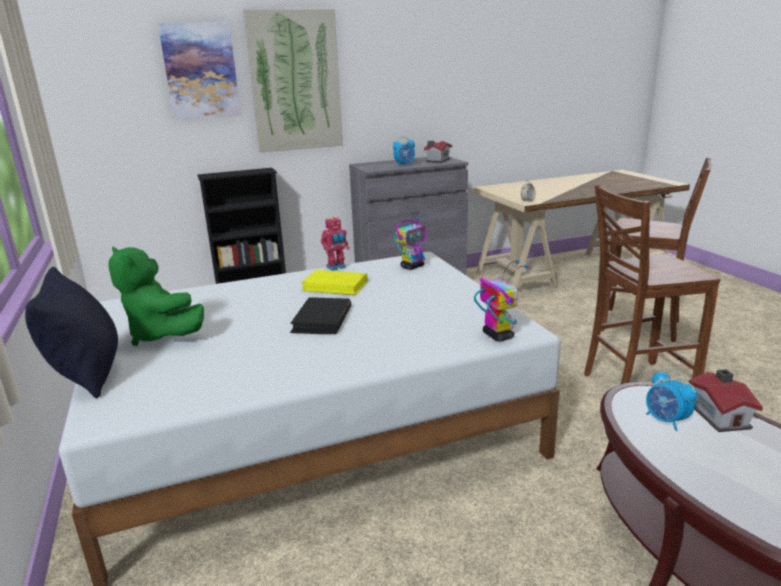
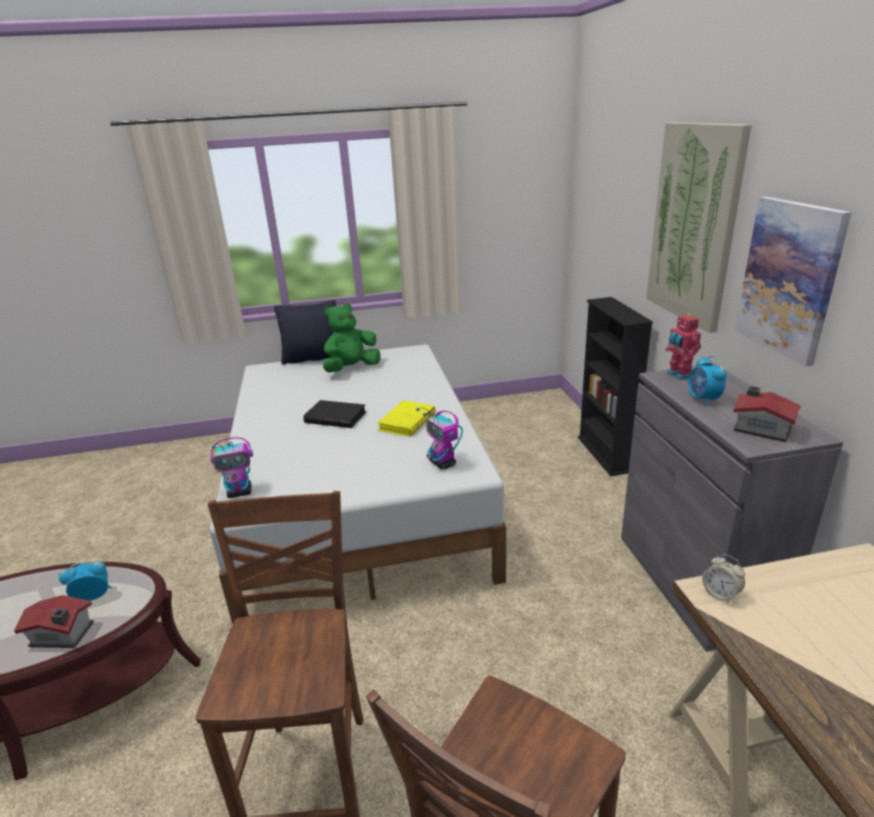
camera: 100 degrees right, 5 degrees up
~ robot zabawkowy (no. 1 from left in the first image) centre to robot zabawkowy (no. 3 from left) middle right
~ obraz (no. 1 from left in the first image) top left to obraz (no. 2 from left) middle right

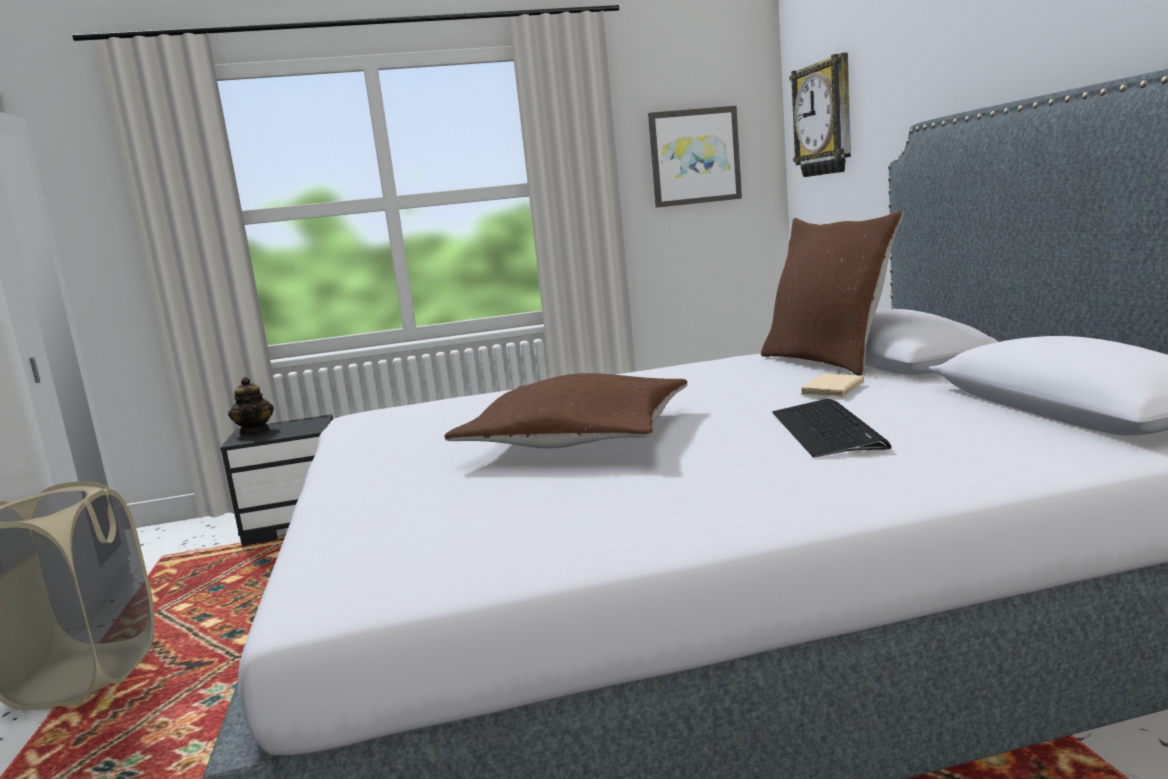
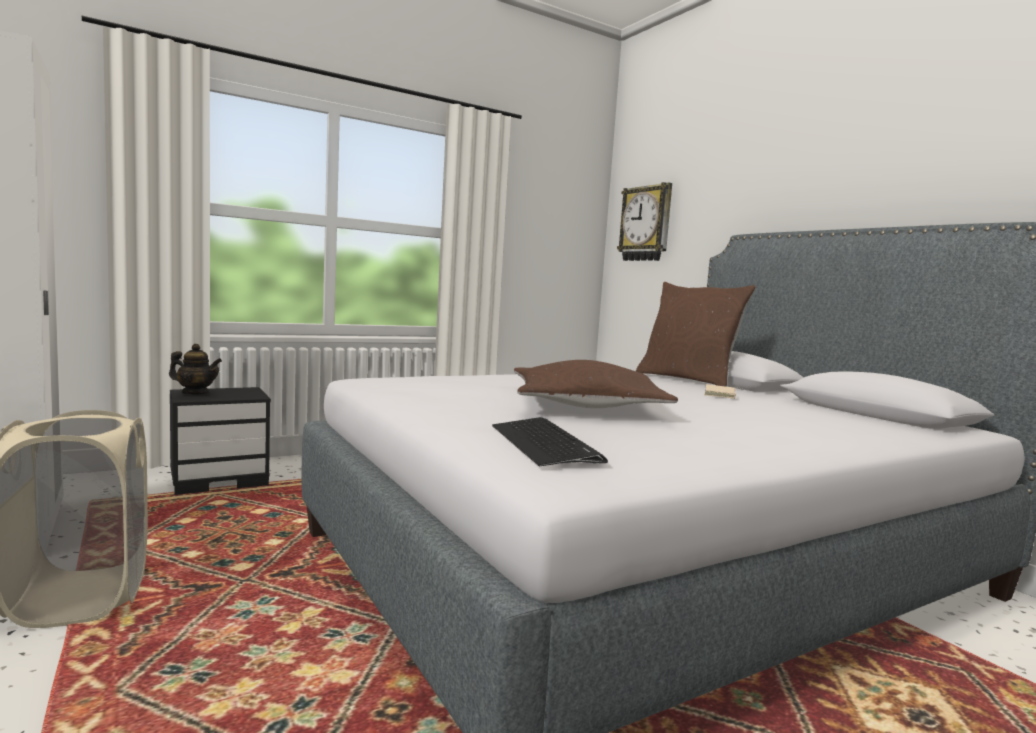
camera: 20 degrees left, 5 degrees down
~ imbryk middle left = middle left 45 degrees counterclockwise
~ klawiatura middle right to centre
- obraz top centre

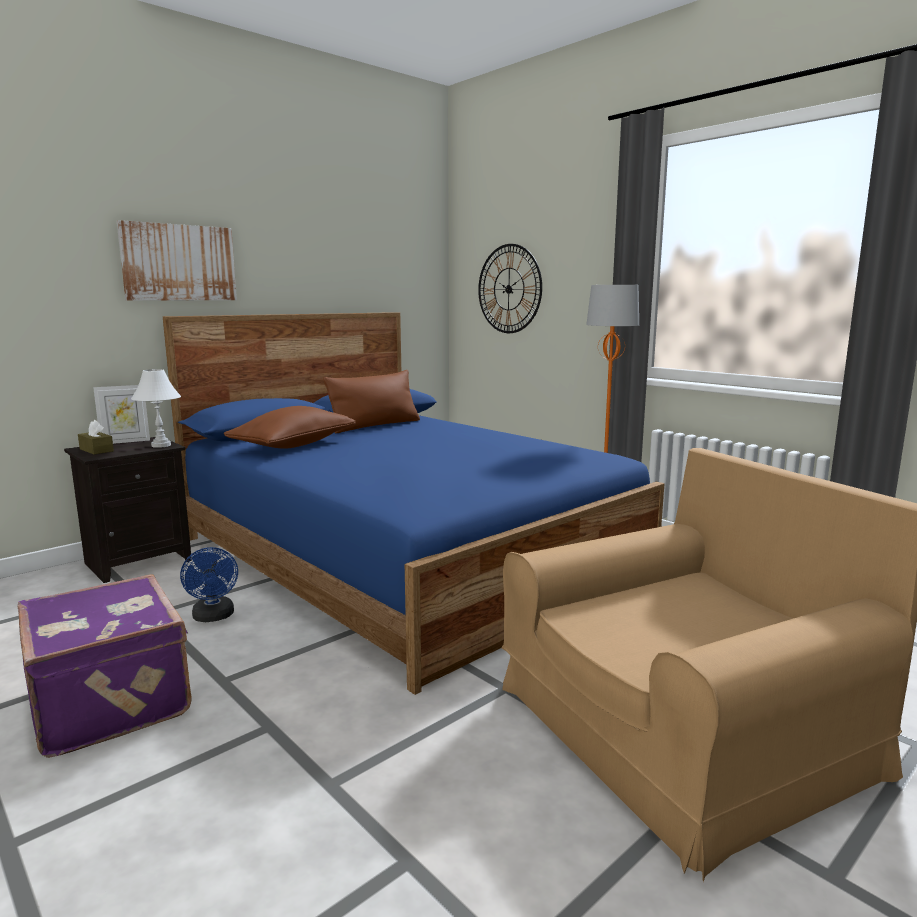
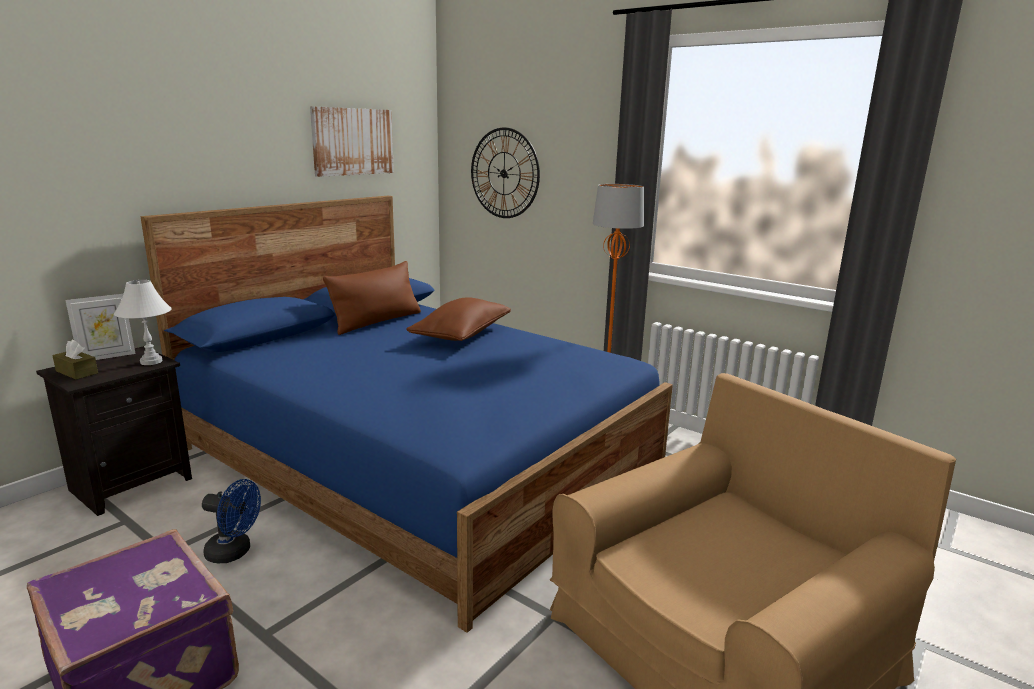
camera: 10 degrees left, 5 degrees up
~ wentylator/niebieski middle left = bottom left 45 degrees counterclockwise
~ obraz top left to top centre
~ poduszka/brązowy (no. 1 from left in the first image) middle left to poduszka/brązowy (no. 2 from left) centre

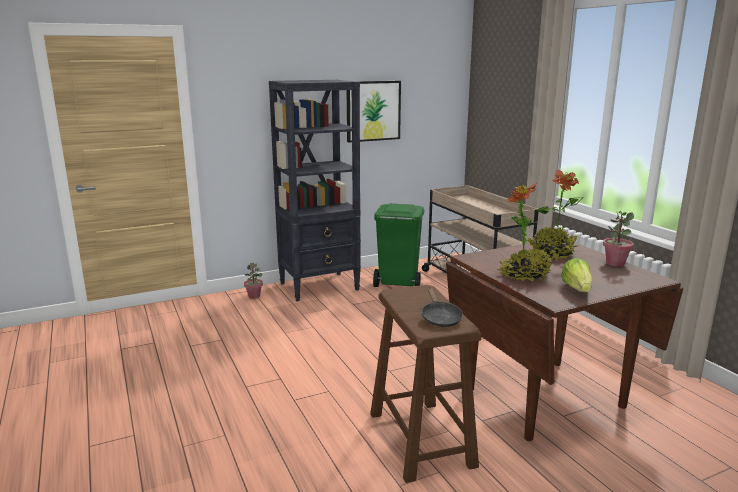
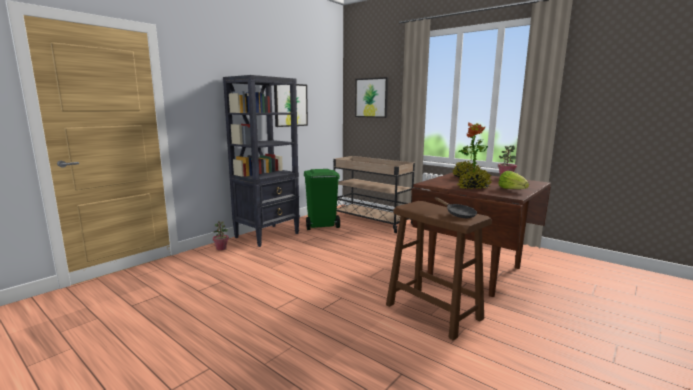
camera: 25 degrees left, 5 degrees down
+ obraz (no. 2 from left) top centre

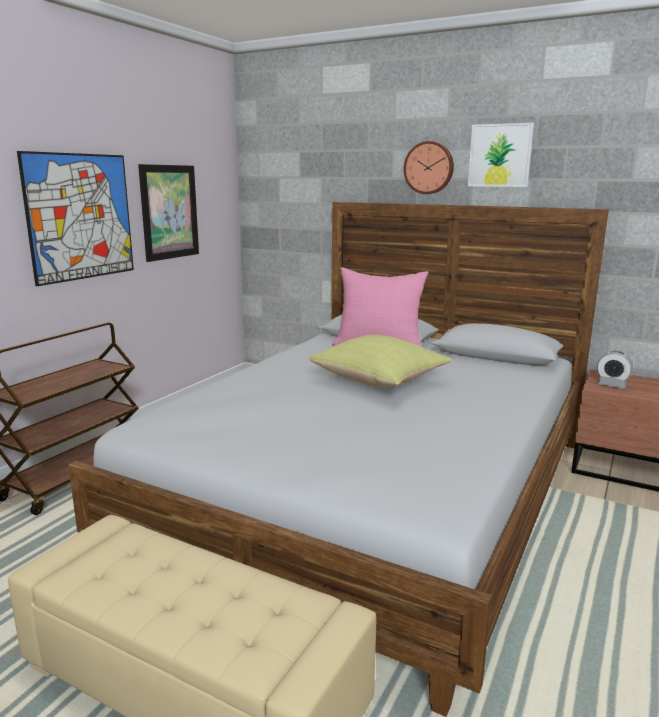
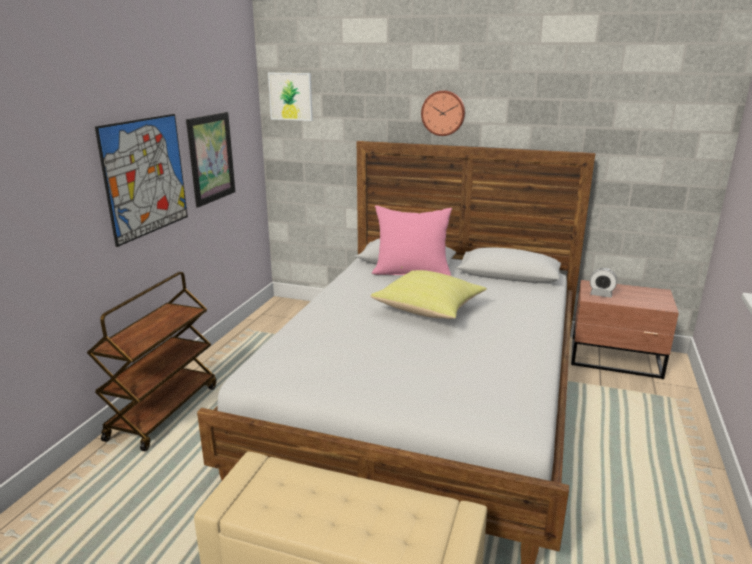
camera: 10 degrees left, 5 degrees up
~ obraz (no. 3 from left) top right to top centre

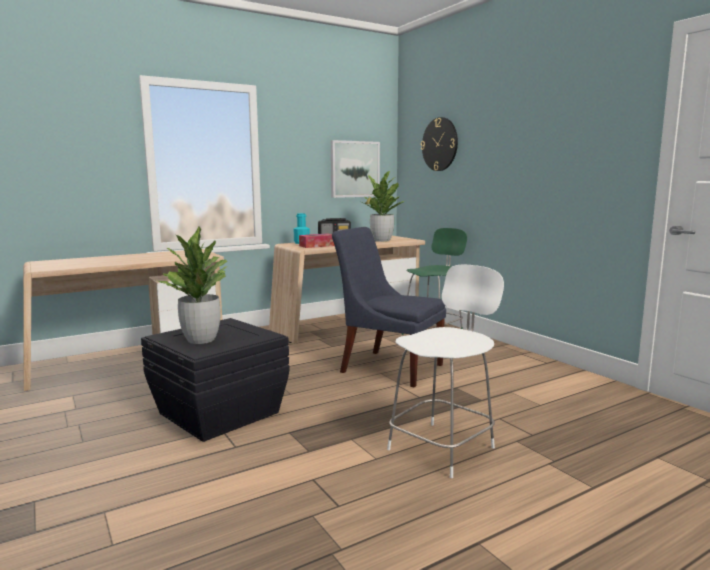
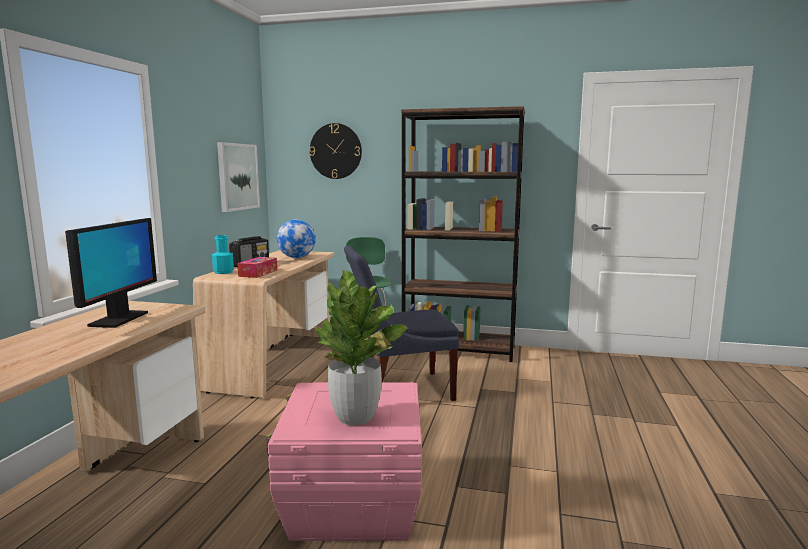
camera: 45 degrees left, 0 degrees up
+ monitor middle left
~ pojemnik do przechowywania/czarny bottom left to pojemnik do przechowywania/różowy bottom centre
~ roślina doniczkowa (no. 2 from left) centre to globus centre
+ regał/brązowy centre
- krzesło/biały centre

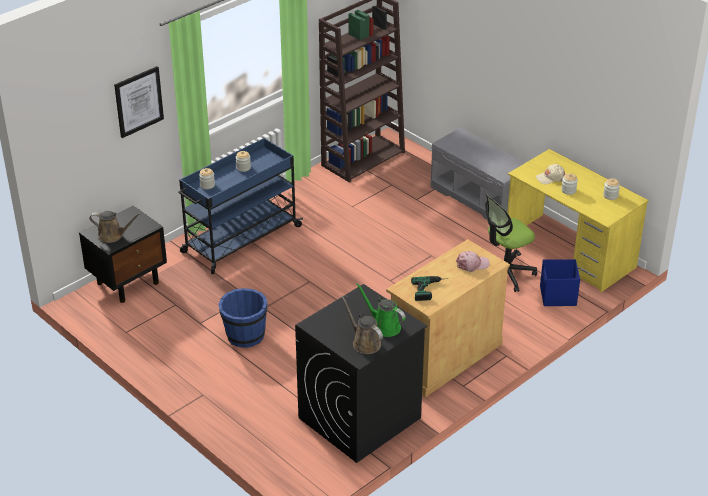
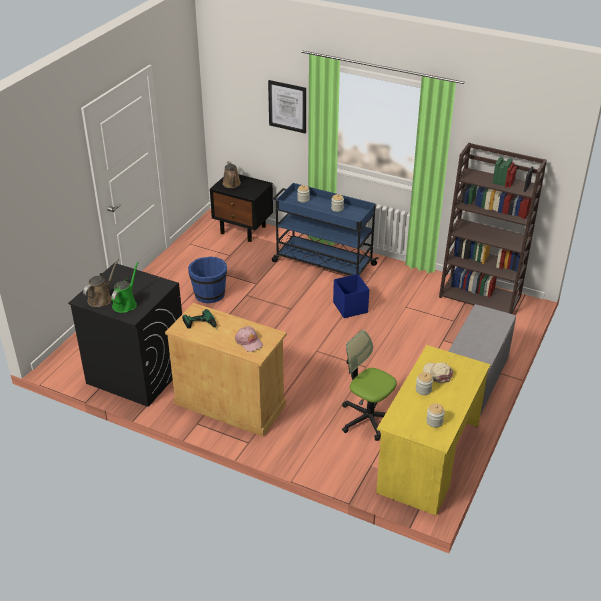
camera: 70 degrees right, 0 degrees up
~ pojemnik do przechowywania/niebieski middle right to centre

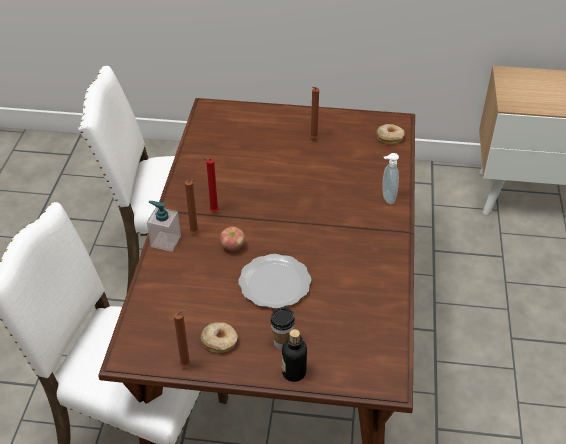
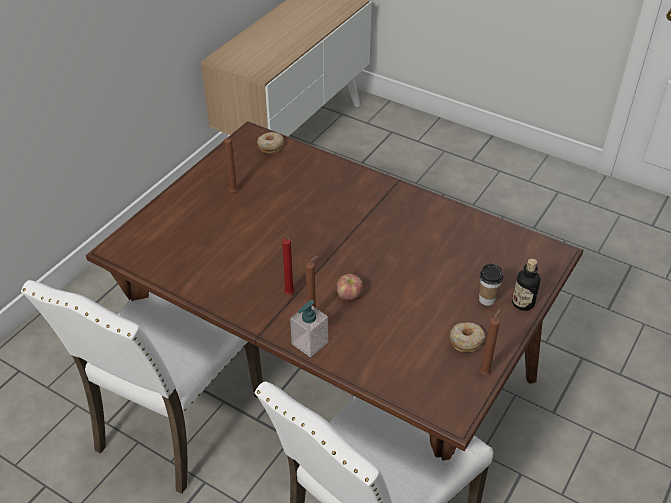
camera: 65 degrees left, 0 degrees up
- talerz centre
- dozownik mydła (no. 2 from left) middle right

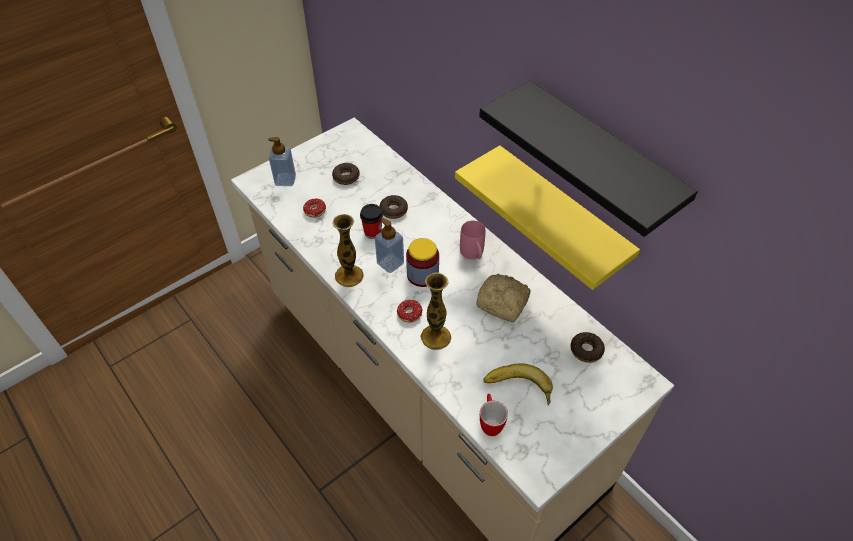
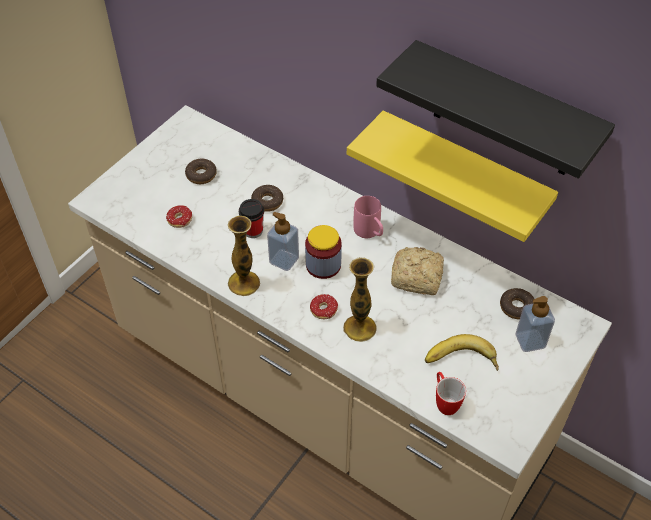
camera: 15 degrees left, 0 degrees up
~ dozownik mydła (no. 1 from left in the first image) top left to dozownik mydła (no. 2 from left) middle right

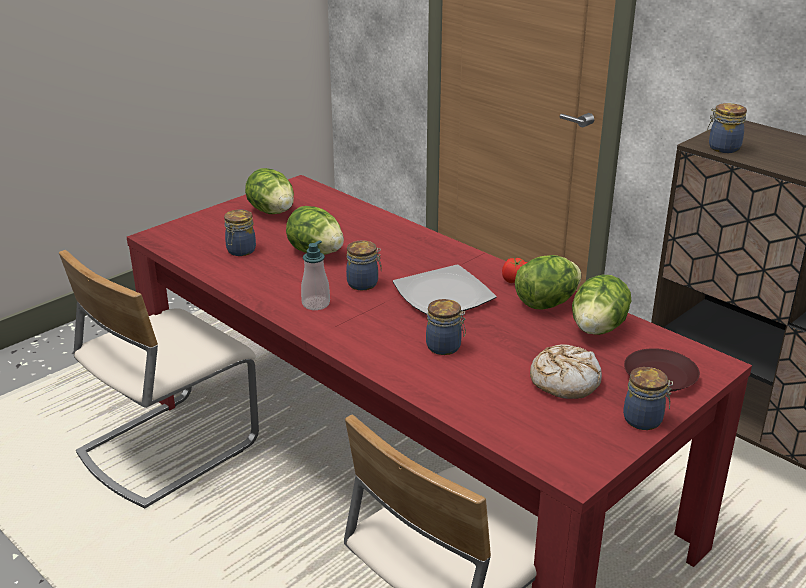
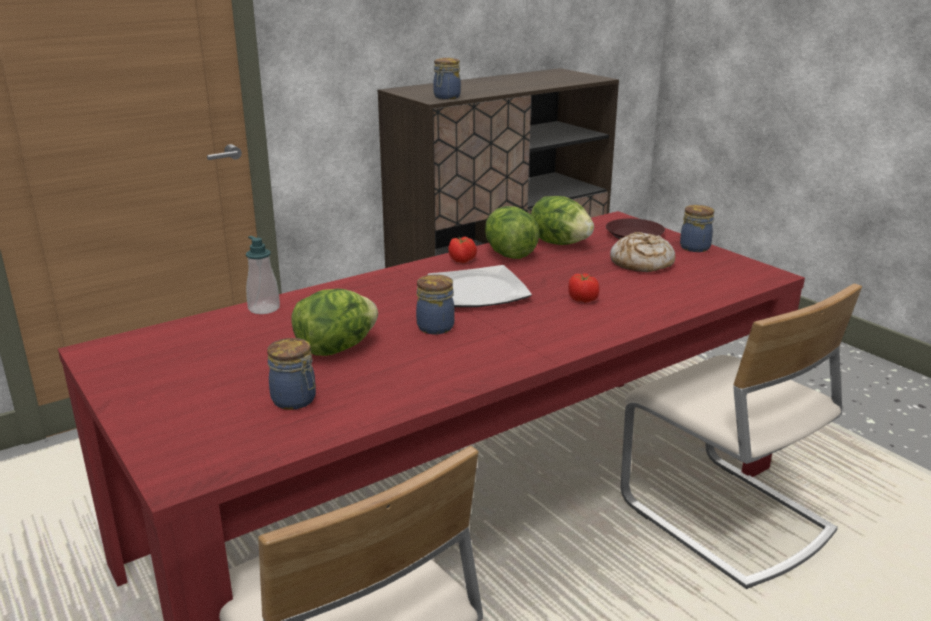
camera: 80 degrees left, 5 degrees down
~ dozownik mydła centre to middle left
~ słoik (no. 3 from left) centre to pomidor (no. 2 from left) centre
- sałata (no. 1 from left) top centre

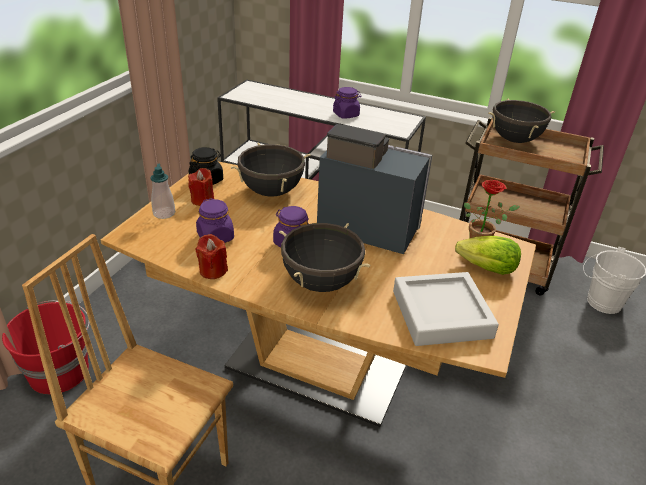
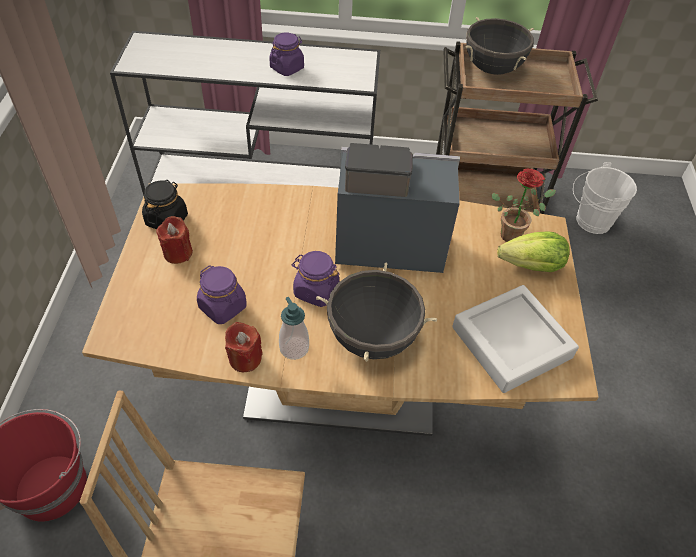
camera: 20 degrees left, 15 degrees up
~ dozownik mydła middle left to centre
- garnek/czarny (no. 1 from left) centre

